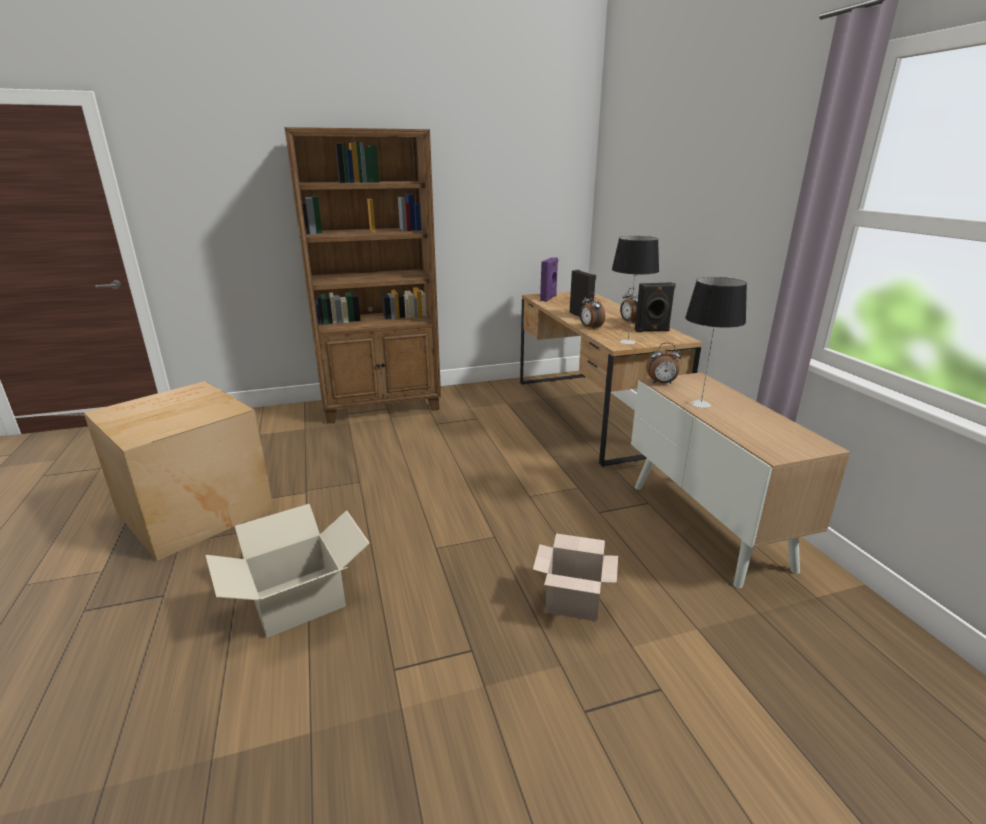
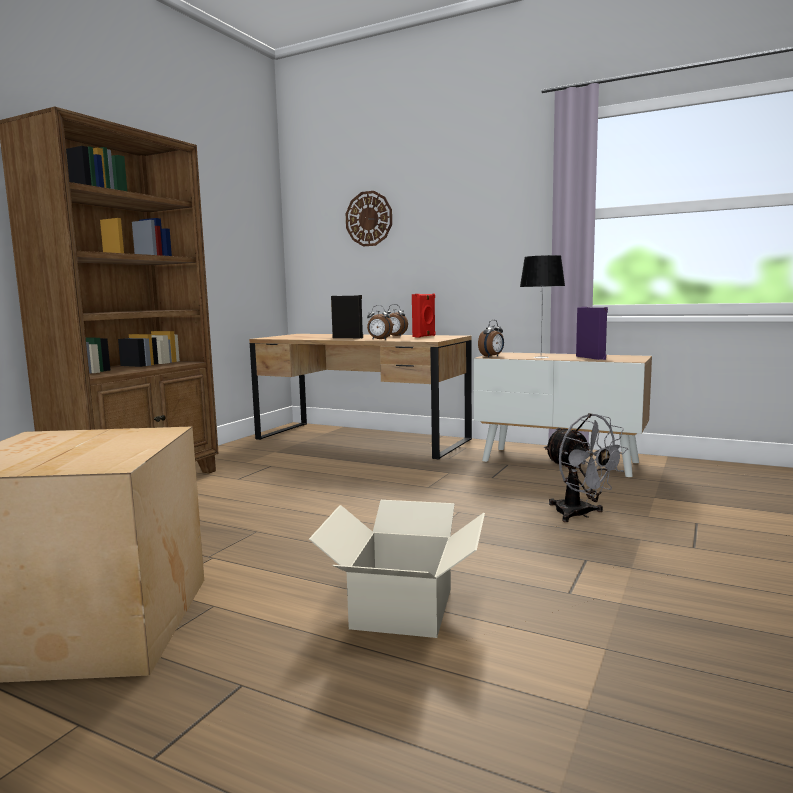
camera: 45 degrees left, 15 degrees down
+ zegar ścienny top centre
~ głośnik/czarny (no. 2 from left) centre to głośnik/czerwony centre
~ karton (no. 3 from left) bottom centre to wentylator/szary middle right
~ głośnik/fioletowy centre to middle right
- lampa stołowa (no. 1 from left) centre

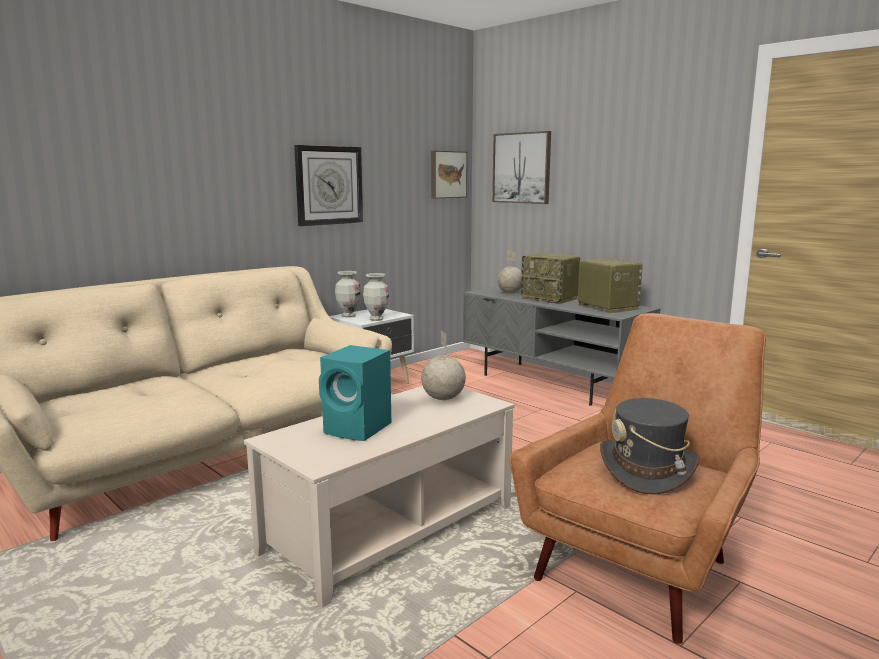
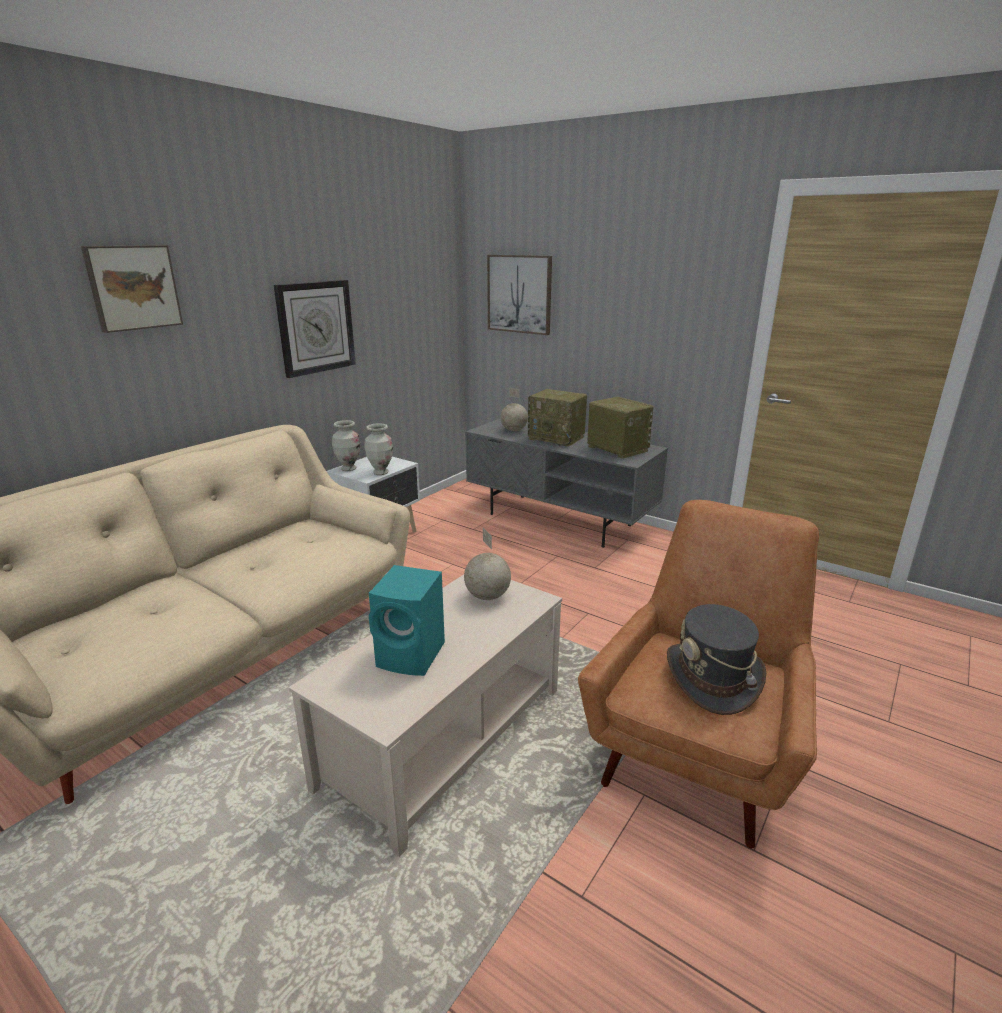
camera: 10 degrees left, 10 degrees up
~ obraz (no. 1 from left) top centre to top left

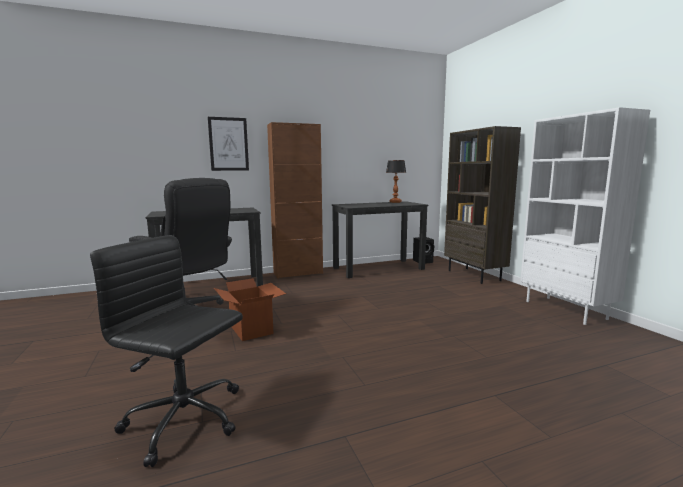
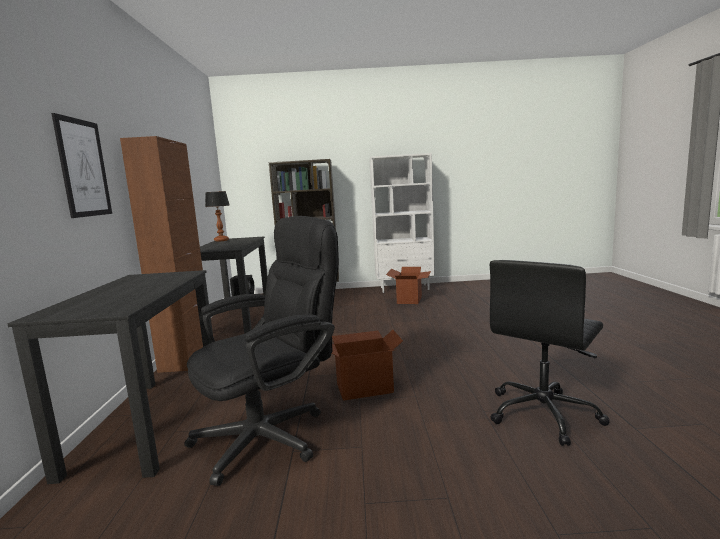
camera: 70 degrees left, 0 degrees up
+ karton (no. 2 from left) centre

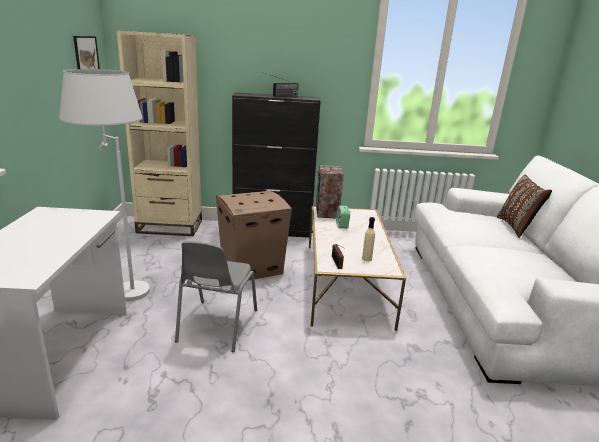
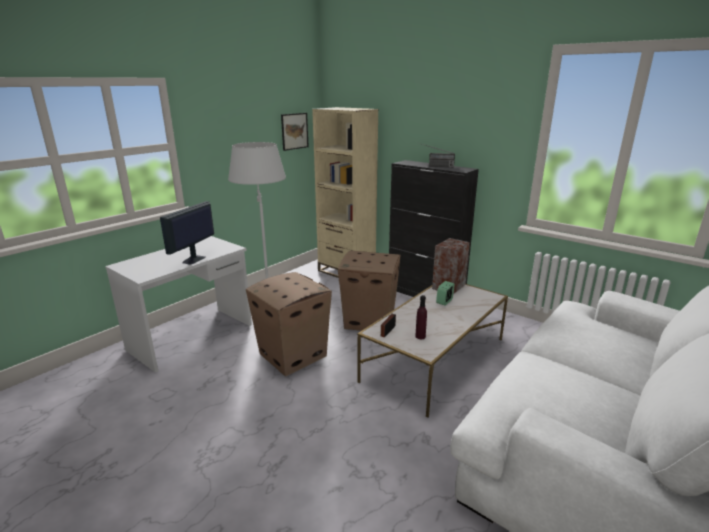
camera: 40 degrees right, 0 degrees up
+ monitor middle left
~ krzesło/szary bottom centre to karton (no. 1 from left) centre
~ butelka/beżowy centre to butelka/fioletowy centre
- poduszka/brązowy middle right

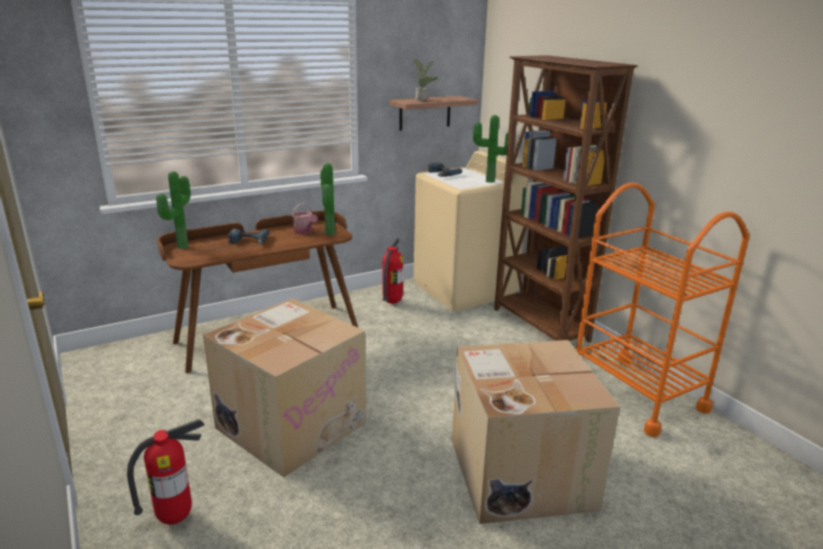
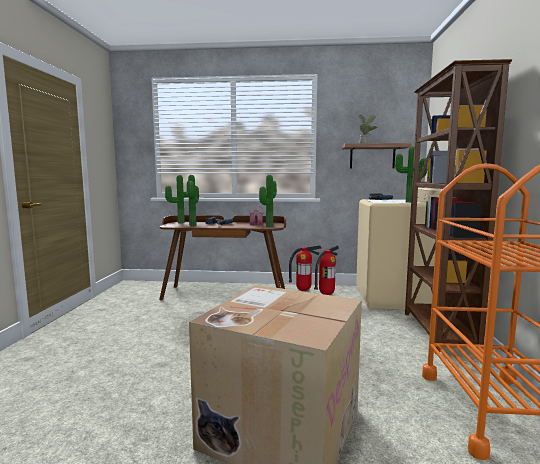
camera: 35 degrees right, 15 degrees down
+ roślina doniczkowa (no. 2 from left) centre
~ gaśnica (no. 1 from left) bottom left to centre
- karton (no. 1 from left) bottom centre

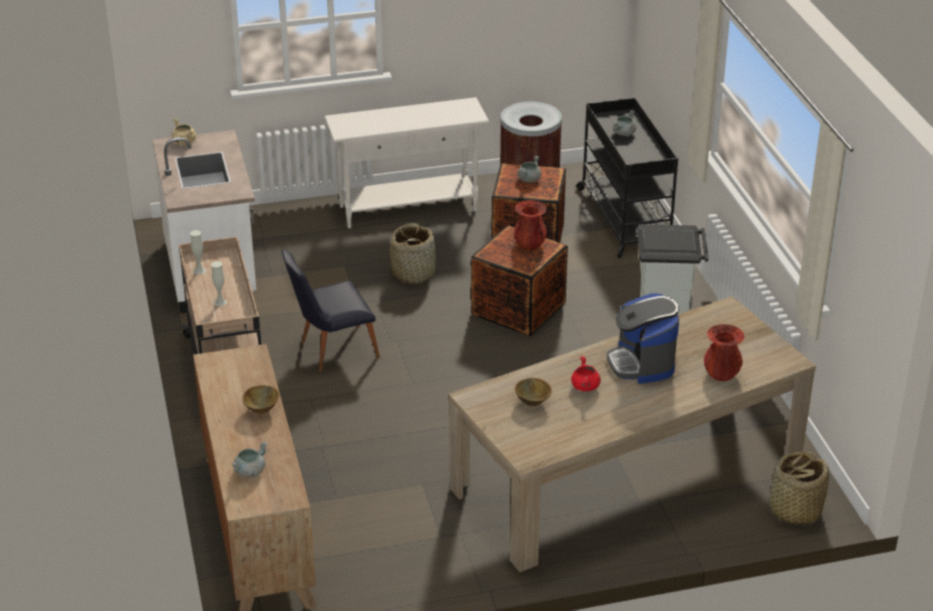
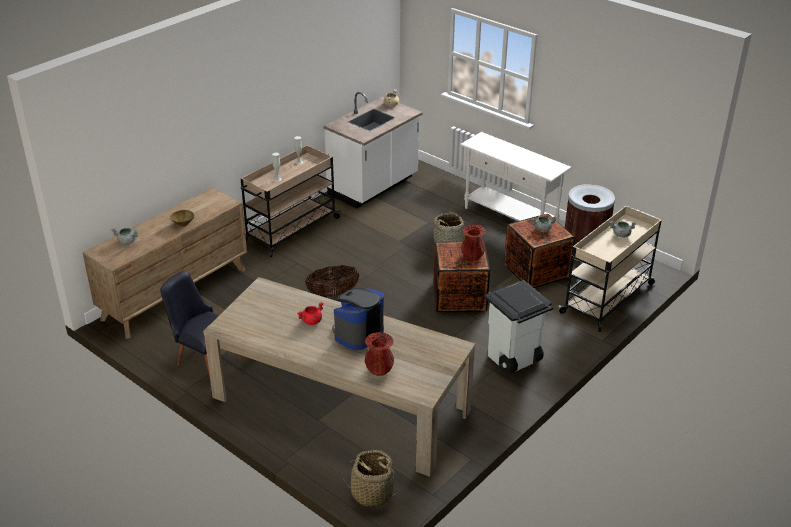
camera: 55 degrees right, 0 degrees up
~ krzesło/czarny centre to middle left
+ koszyk (no. 1 from left) centre
~ wózek/czarny top right to wózek/beżowy (no. 2 from left) middle right
- miska/brązowy (no. 2 from left) centre

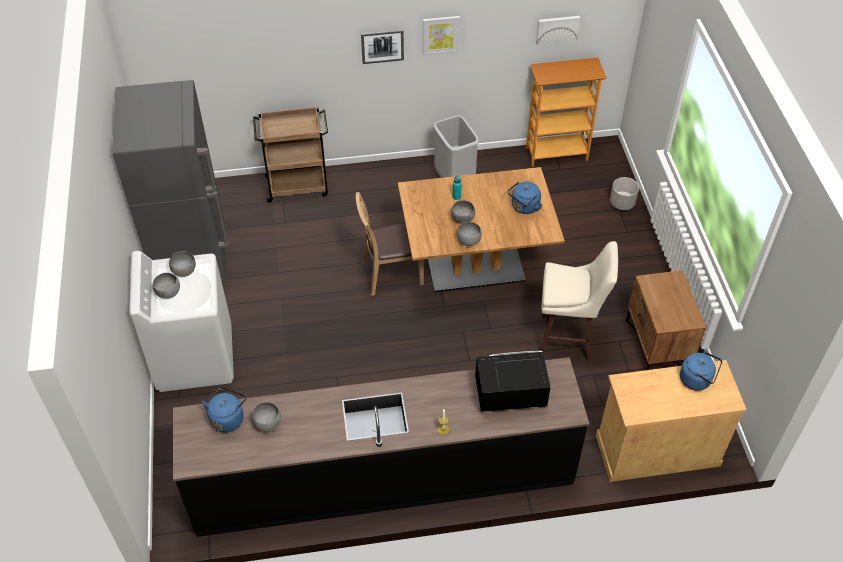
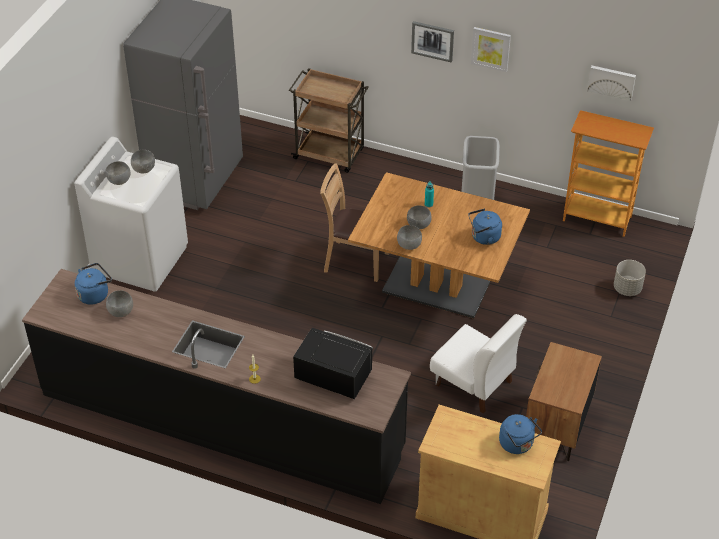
camera: 30 degrees right, 5 degrees down
~ stołek/beżowy middle right to krzesło/biały bottom centre

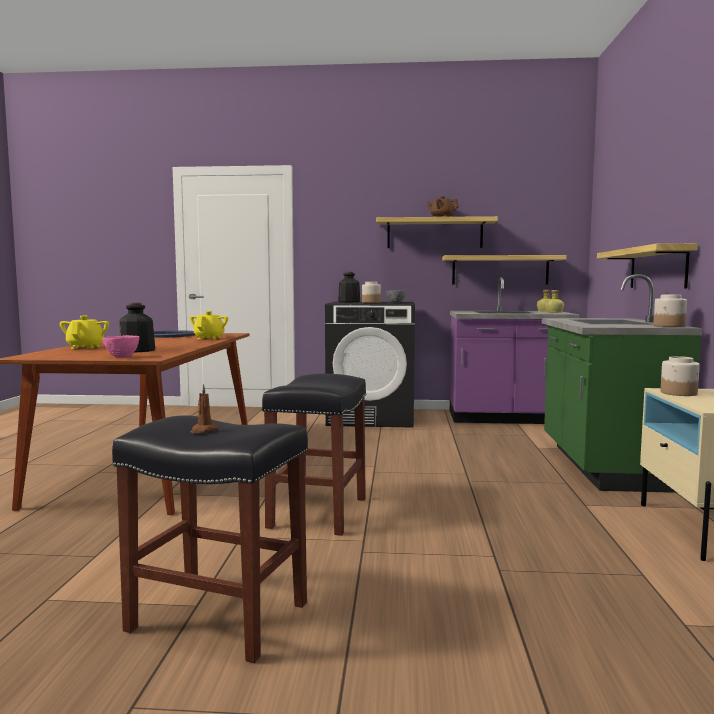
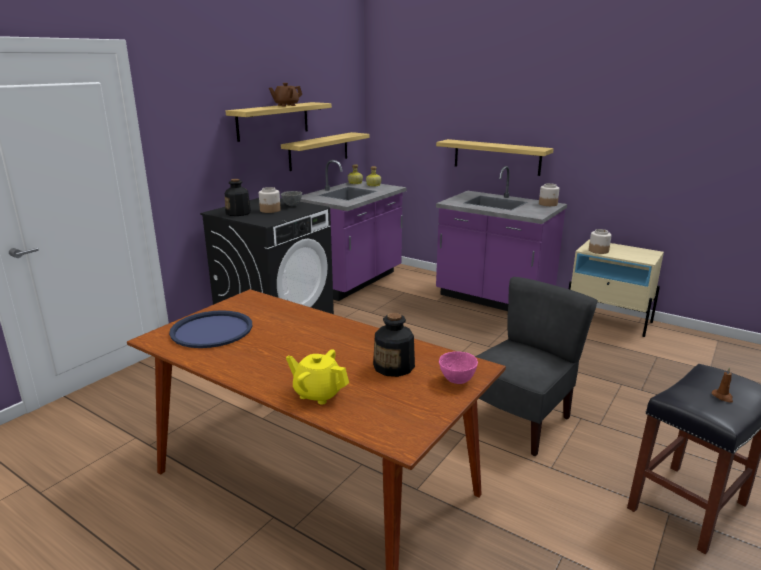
camera: 60 degrees left, 15 degrees up
~ zabudowa kuchenna/zielony middle right to zabudowa kuchenna/fioletowy (no. 2 from left) centre
~ stołek/czarny (no. 2 from left) centre to krzesło/szary middle right
- imbryk/żółty (no. 2 from left) middle left

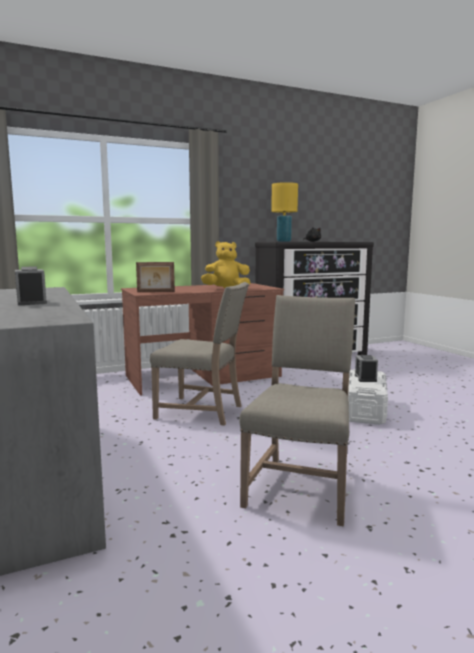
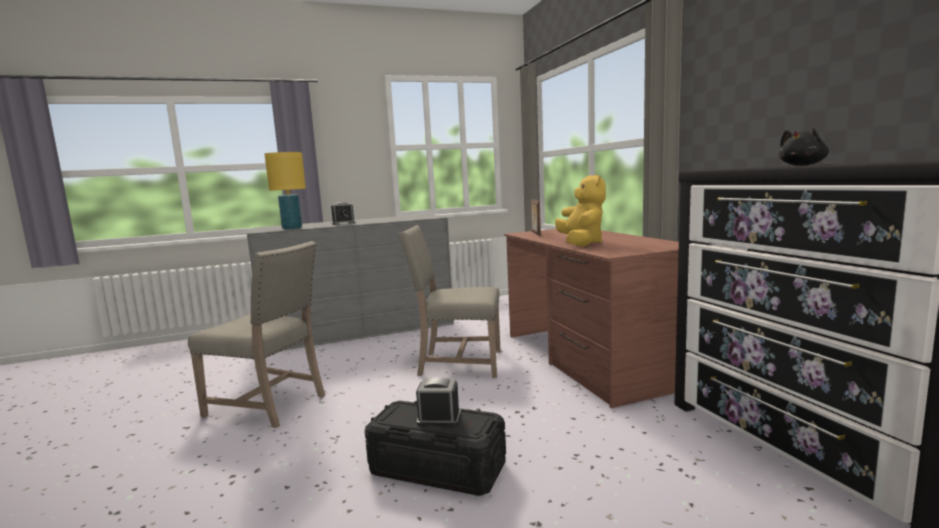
camera: 95 degrees right, 0 degrees up
~ lampa stołowa/żółty top centre to middle left
~ pojemnik do przechowywania/biały middle right to pojemnik do przechowywania/czarny bottom centre
~ krzesło/beżowy (no. 1 from left in the first image) centre = centre 75 degrees clockwise

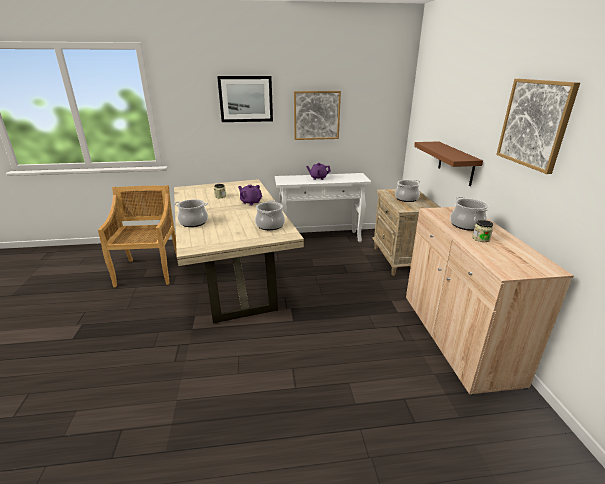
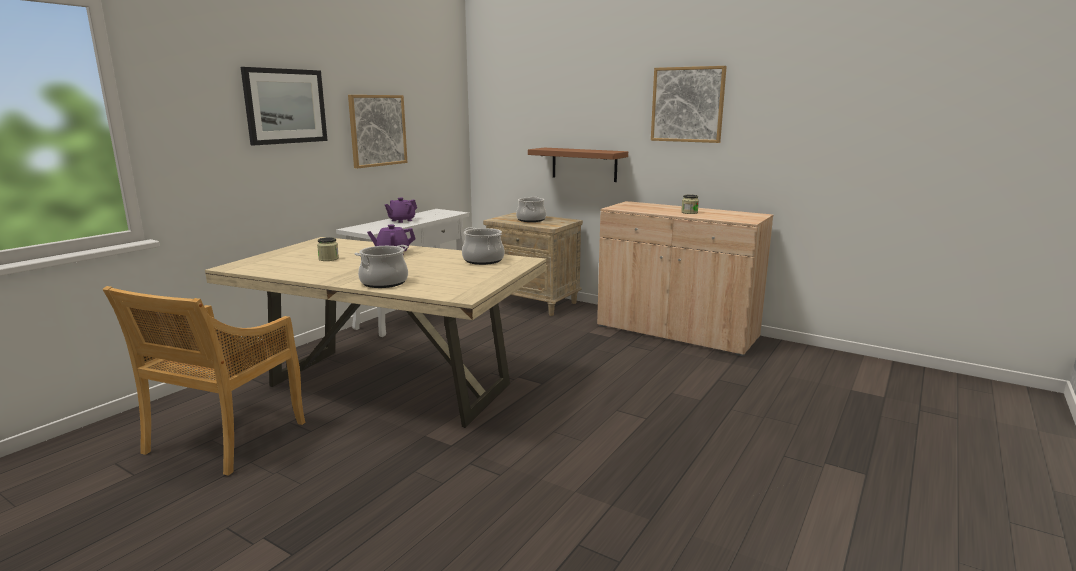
camera: 50 degrees left, 10 degrees down
~ krzesło/beżowy middle left = bottom left 105 degrees counterclockwise
- garnek (no. 4 from left) middle right

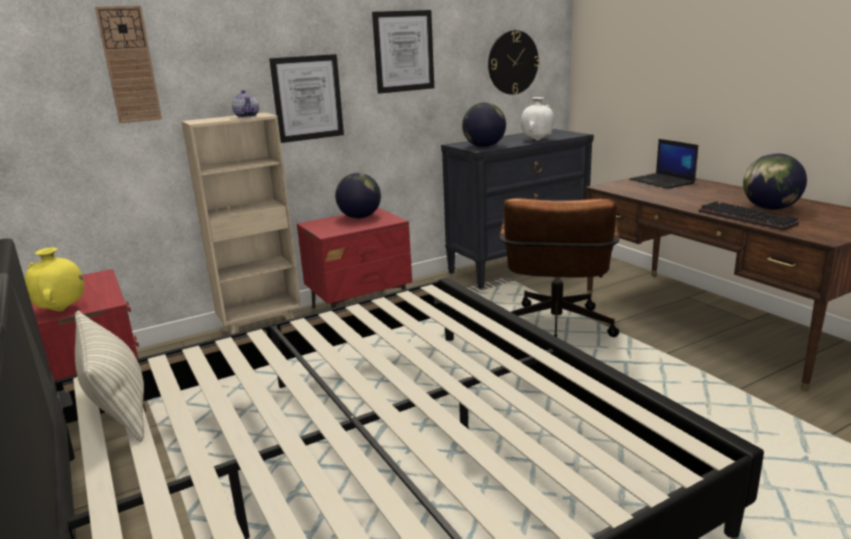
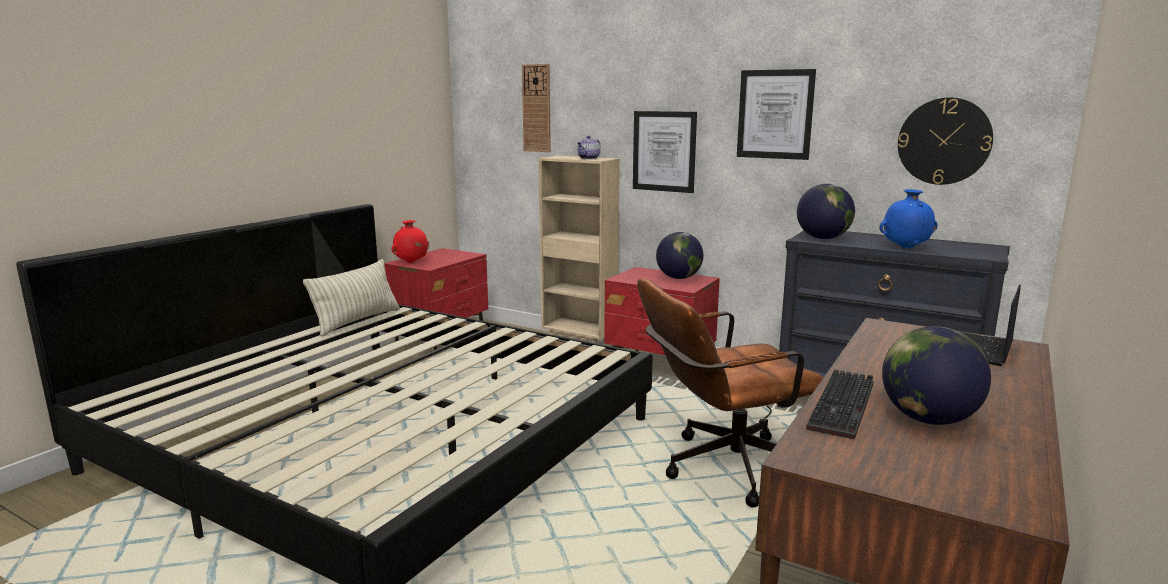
camera: 60 degrees right, 5 degrees down
~ wazon/żółty middle left to wazon/czerwony centre
~ wazon/biały top centre to wazon/niebieski middle right

